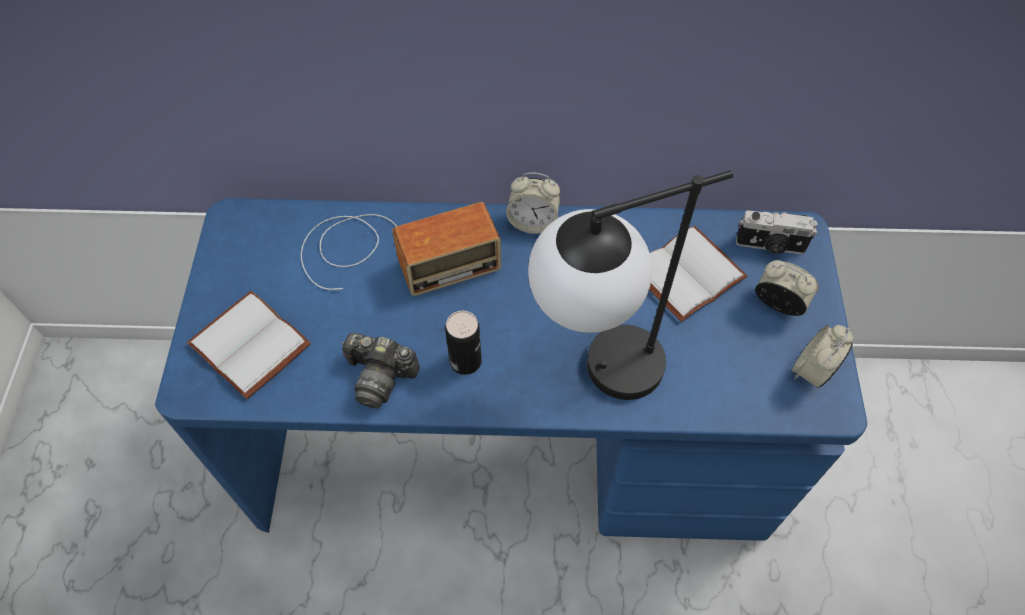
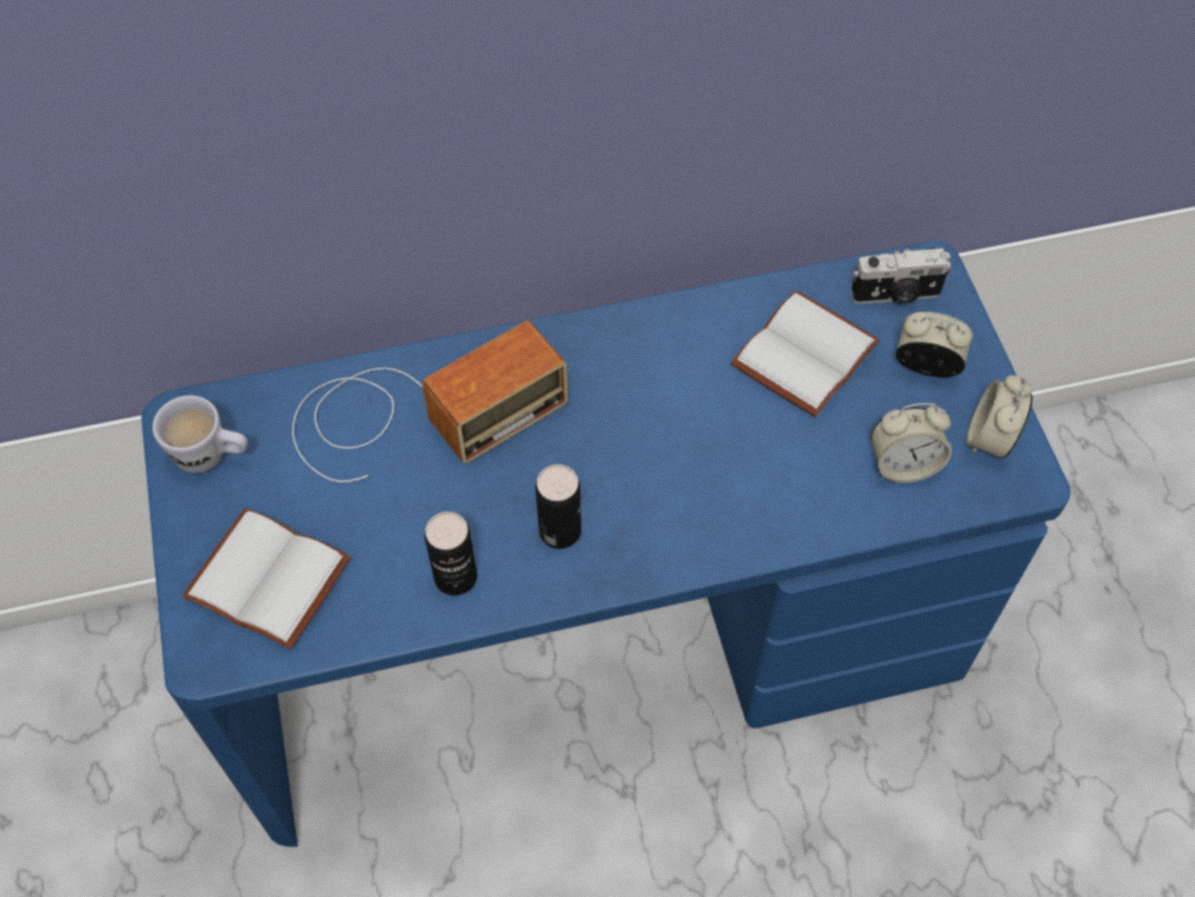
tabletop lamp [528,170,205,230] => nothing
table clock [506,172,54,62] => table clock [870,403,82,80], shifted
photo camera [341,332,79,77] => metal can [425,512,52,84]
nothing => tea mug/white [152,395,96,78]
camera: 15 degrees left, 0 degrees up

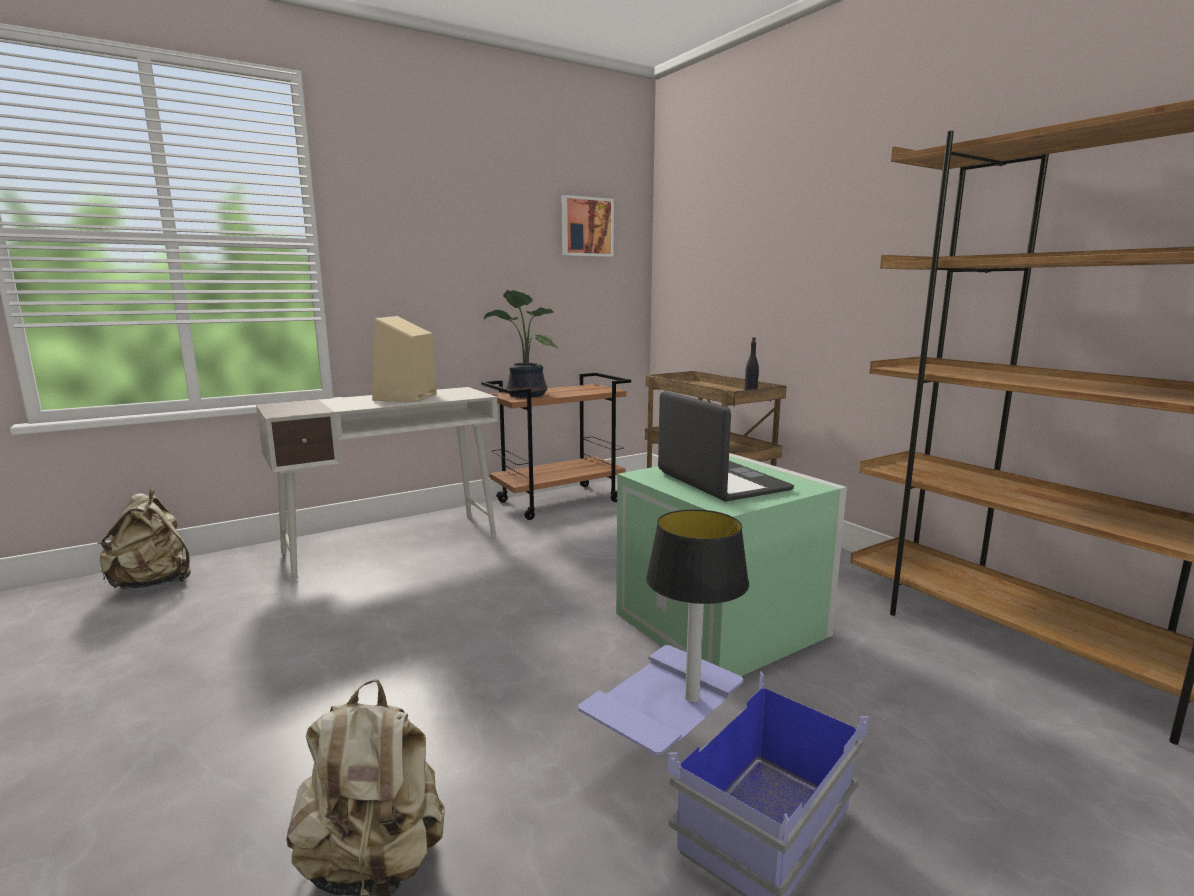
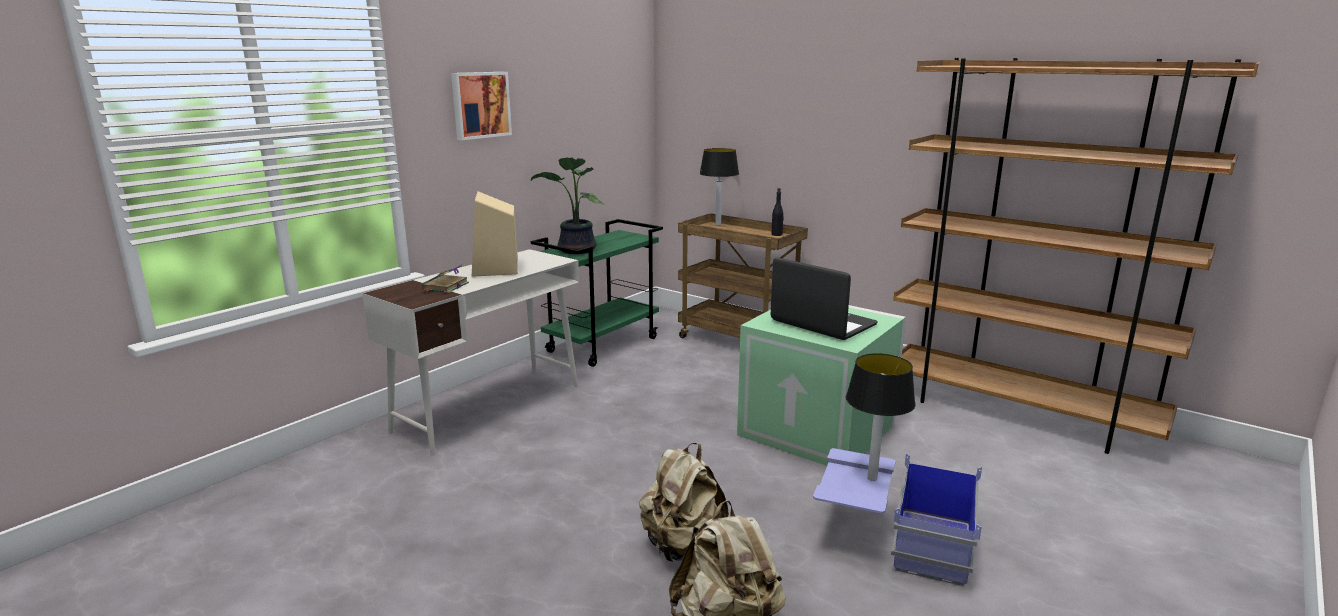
picture [562,195,52,62] => picture [451,72,61,68], shifted
wheeled cart/brown-coloured [481,373,150,147] => wheeled cart/green-coloured [531,219,132,148]
rucksack/beige-coloured [98,489,93,100] => rucksack/beige-coloured [639,443,90,119], shifted
nothing => tabletop lamp [700,148,39,78]
nothing => book [422,264,47,29]
camera: 20 degrees left, 5 degrees up

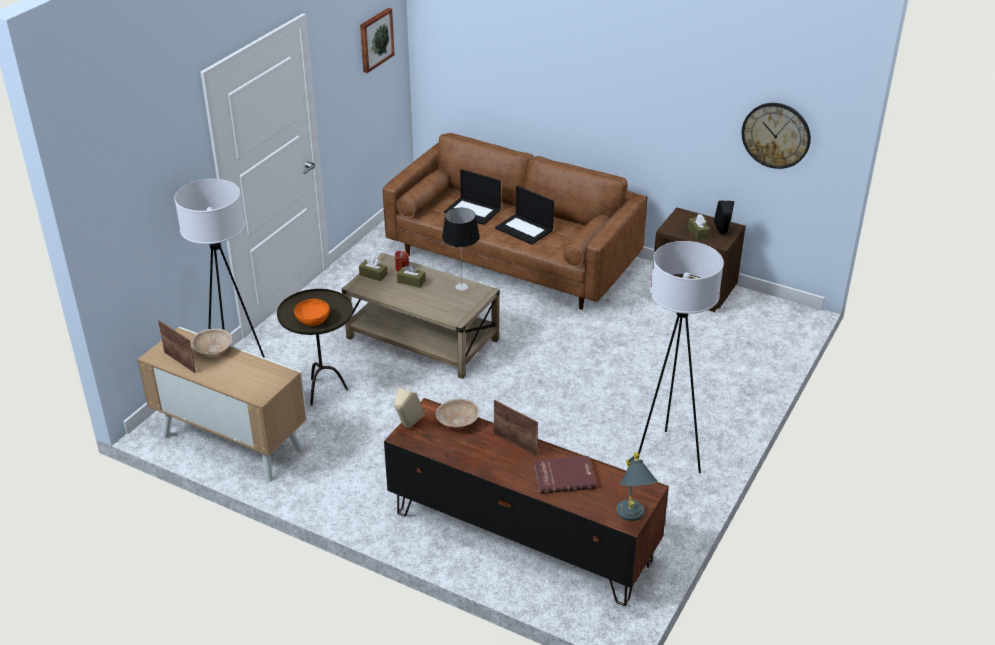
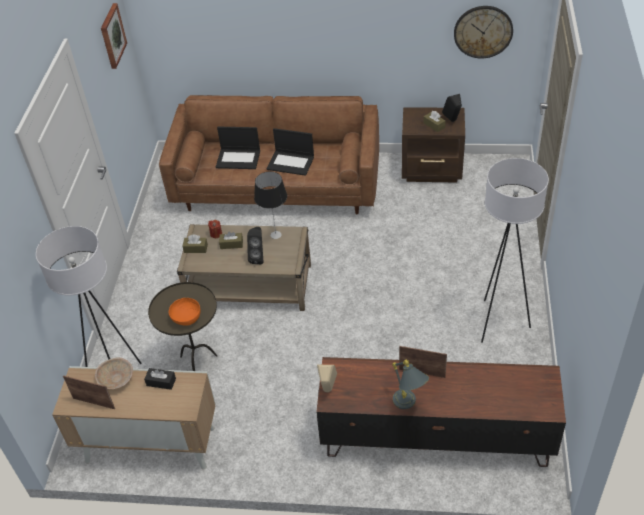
bowl/beige-coloured [436,398,43,29] => nothing
tabletop lamp/greyish [616,452,42,69] => tabletop lamp/greyish [392,360,37,49], shifted
book/red [534,456,62,38] => nothing
nothing => loudspeaker/blackish [247,227,16,37]
nothing => tissue holder/blackish [144,368,32,22]
camera: 20 degrees left, 10 degrees up

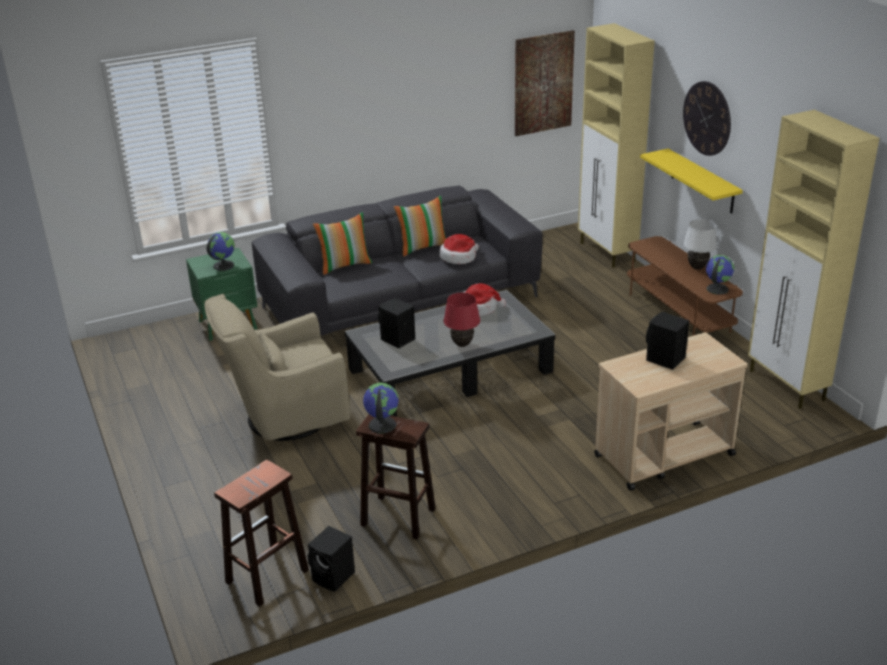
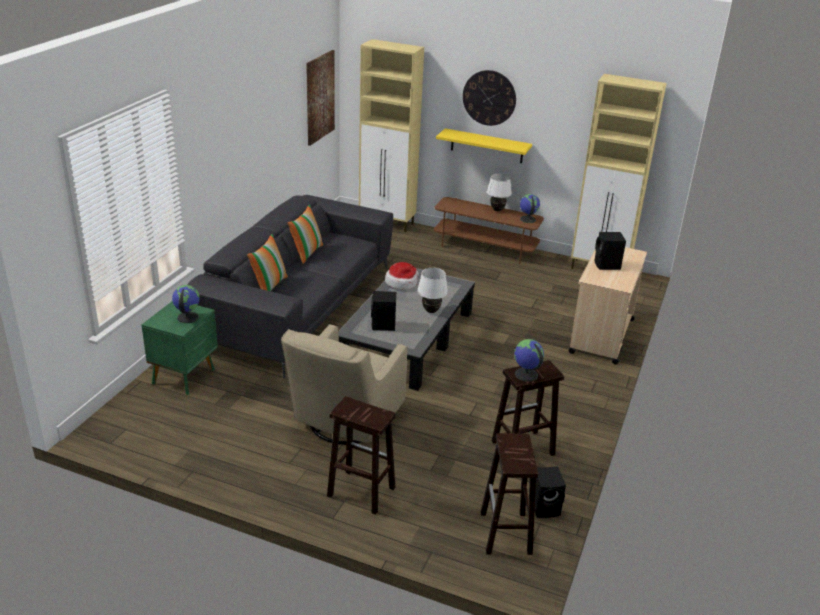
wearable hat [439,234,40,30] => nothing
tabletop lamp/red [444,293,36,54] => tabletop lamp/white [417,268,31,45]
nothing => stool seat/brown-coloured [327,396,69,119]
camera: 45 degrees left, 0 degrees up

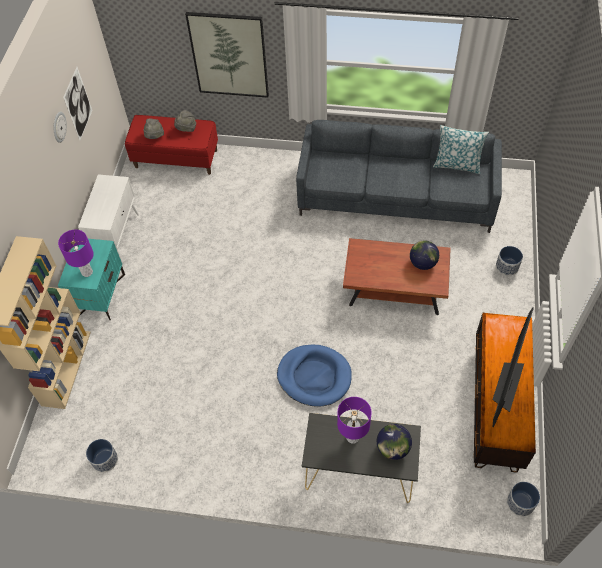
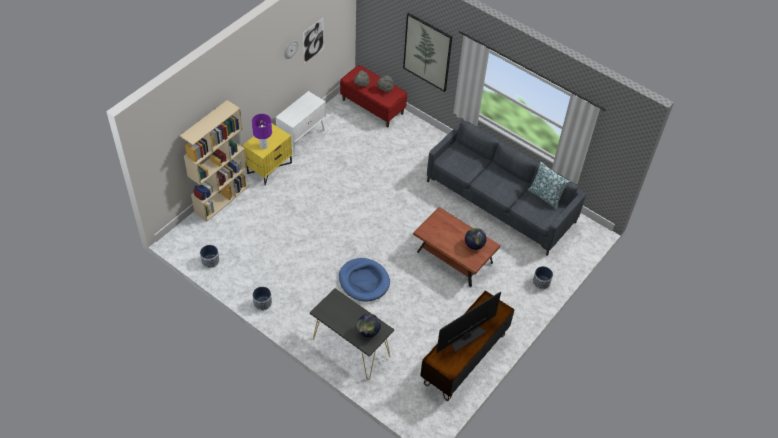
night table/turquoise [58,239,67,81] => night table/yellowish [242,123,50,62]
tabletop lamp/purplish [337,397,35,47] => nothing
flower pot [507,482,33,34] => flower pot [252,287,20,24], shifted
camera: 25 degrees right, 5 degrees down

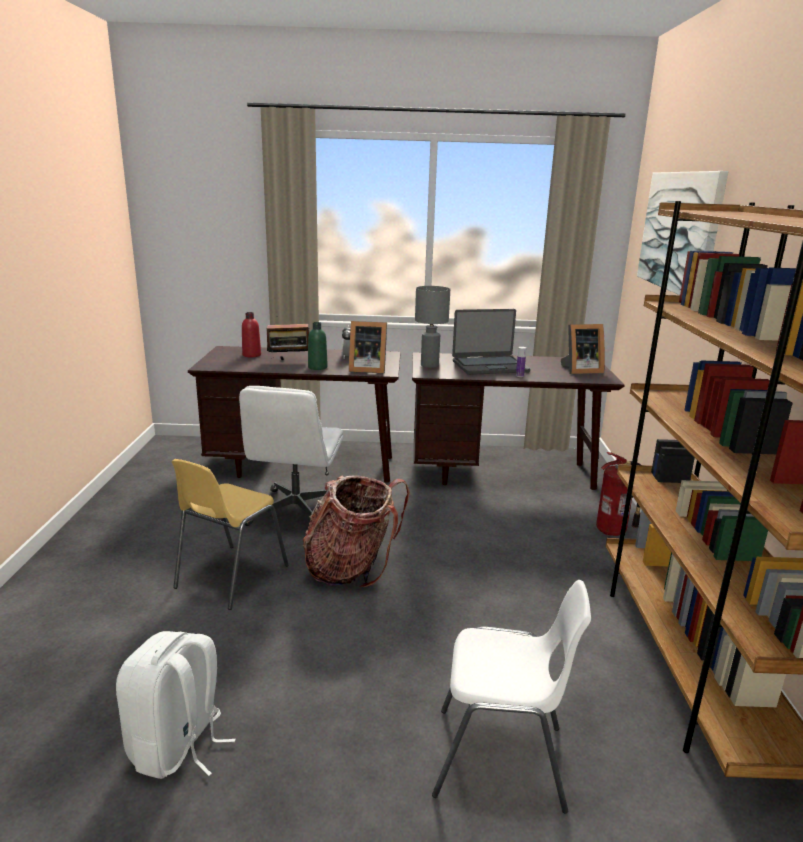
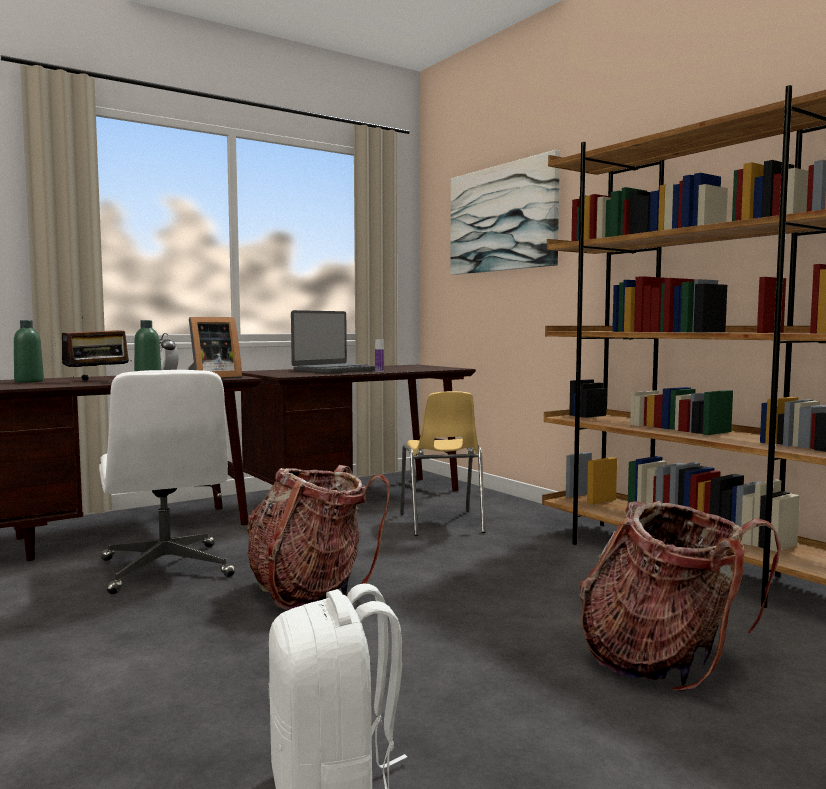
tabletop lamp/greyish [415,286,35,82] => nothing
drink bottle/red [242,312,19,45] => drink bottle/green-coloured [14,320,30,63]
picture frame [561,324,44,50] => nothing
fire extinguisher [596,452,45,84] => nothing
plain chair/yellowish [172,459,117,151] => plain chair/yellowish [400,391,86,145], shifted
plain chair/white [432,580,159,234] => rucksack [579,501,202,191]
camera: 35 degrees left, 15 degrees down

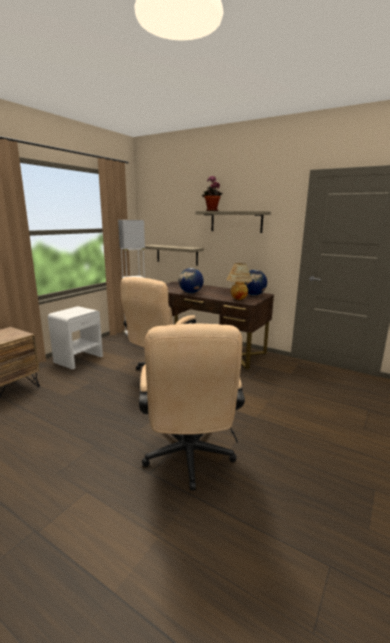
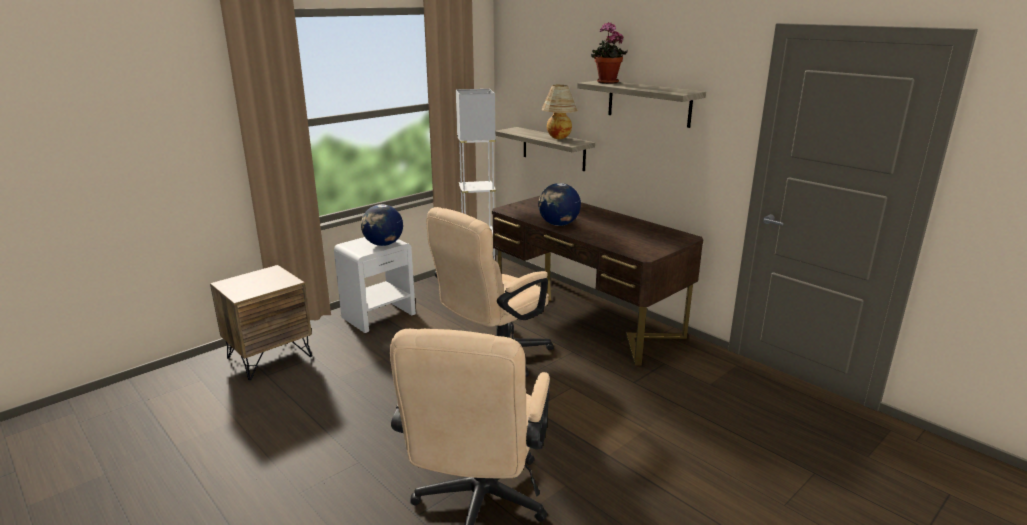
tabletop lamp [226,263,27,37] => tabletop lamp [541,85,36,54], shifted
globe [244,270,23,25] => globe [361,204,42,42], shifted
camera: 15 degrees right, 5 degrees up

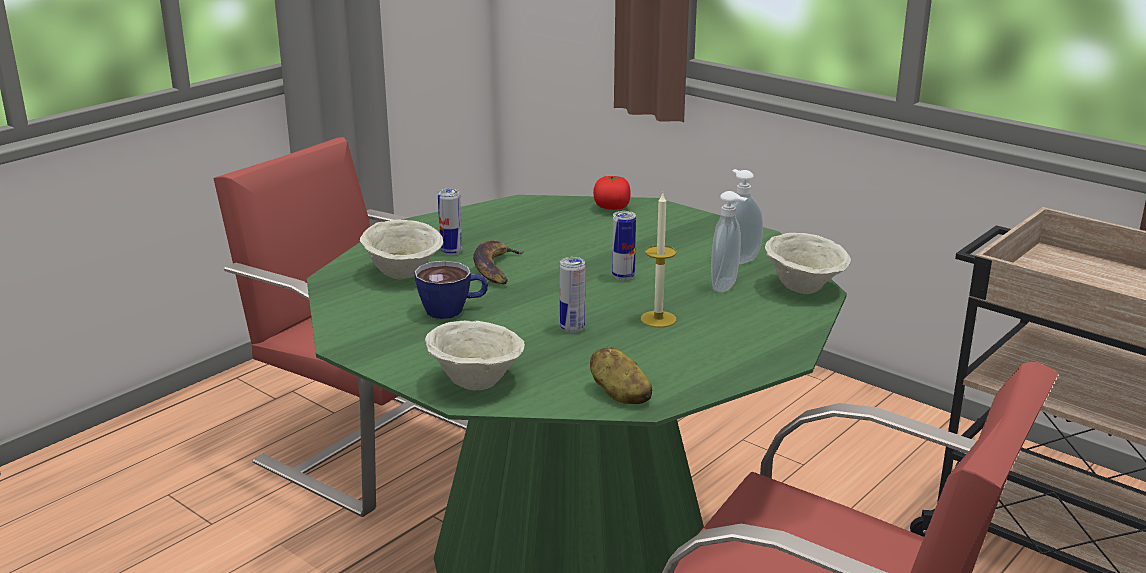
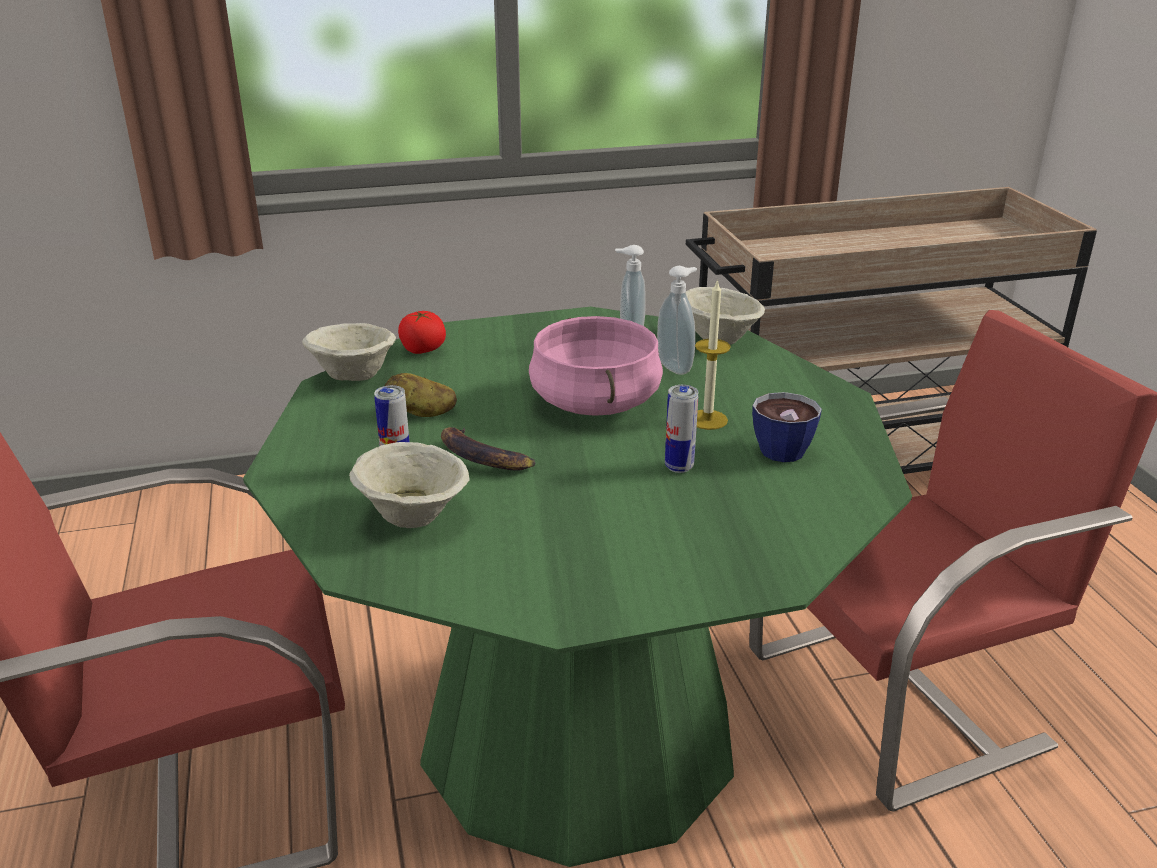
metal can [612,211,24,69] => saucepot/pink-coloured [529,316,134,100]
small cup [414,261,74,58] => small cup [752,392,70,70], shifted
bowl/beige-coloured [425,321,100,70] => bowl/beige-coloured [302,323,94,58], shifted
potato [590,347,62,57] => potato [385,373,72,44], shifted
camera: 55 degrees left, 5 degrees up

